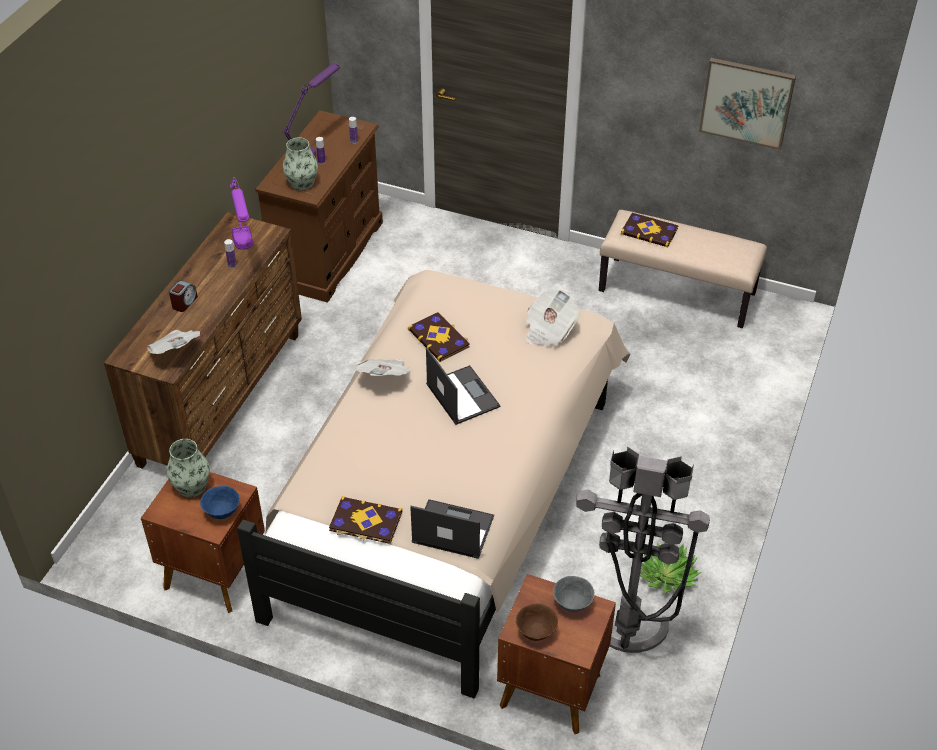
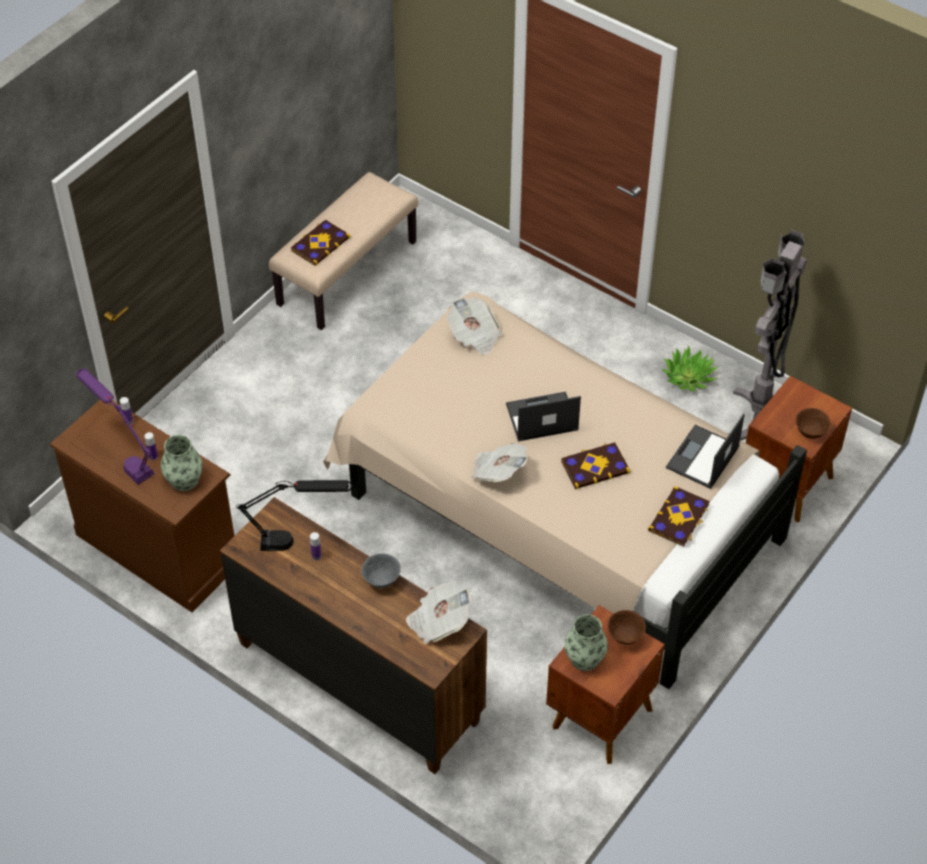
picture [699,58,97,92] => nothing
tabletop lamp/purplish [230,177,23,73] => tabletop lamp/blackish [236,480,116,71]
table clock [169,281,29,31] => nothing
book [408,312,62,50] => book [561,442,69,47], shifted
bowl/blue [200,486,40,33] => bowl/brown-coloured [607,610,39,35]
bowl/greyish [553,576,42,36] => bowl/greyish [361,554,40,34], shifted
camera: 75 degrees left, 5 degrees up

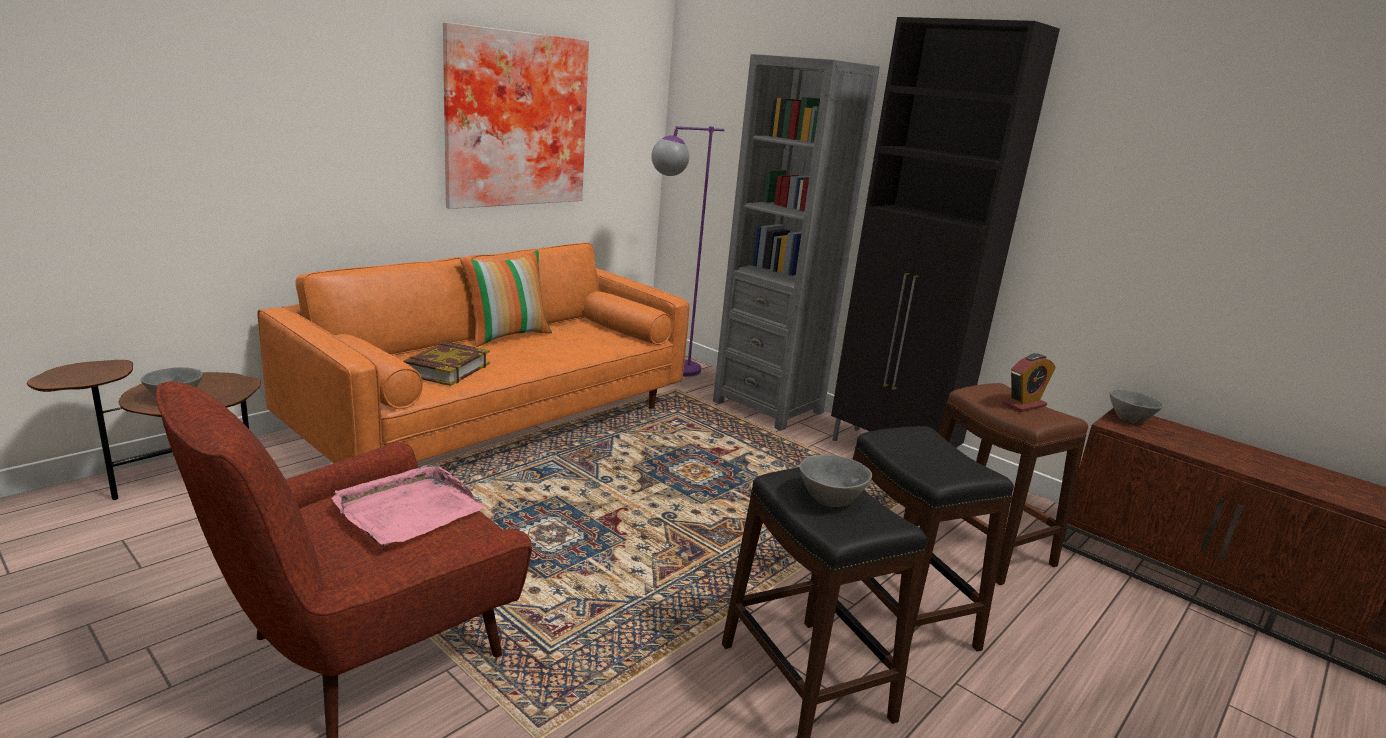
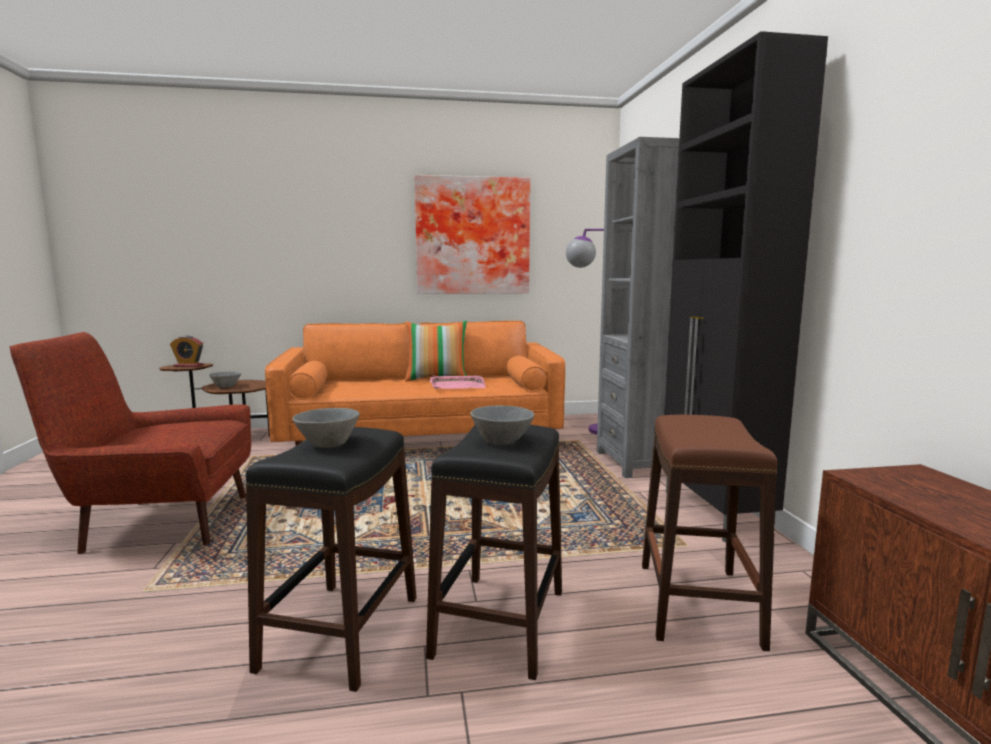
book [403,341,87,45] => nothing
table clock [1002,353,54,59] => table clock [170,335,34,32], shifted
bowl/greyish [1109,389,55,34] => bowl/greyish [470,406,64,39], shifted
carrying tray/pink-coloured [332,465,152,81] => carrying tray/pink-coloured [430,375,56,14], shifted
camera: 40 degrees right, 10 degrees down

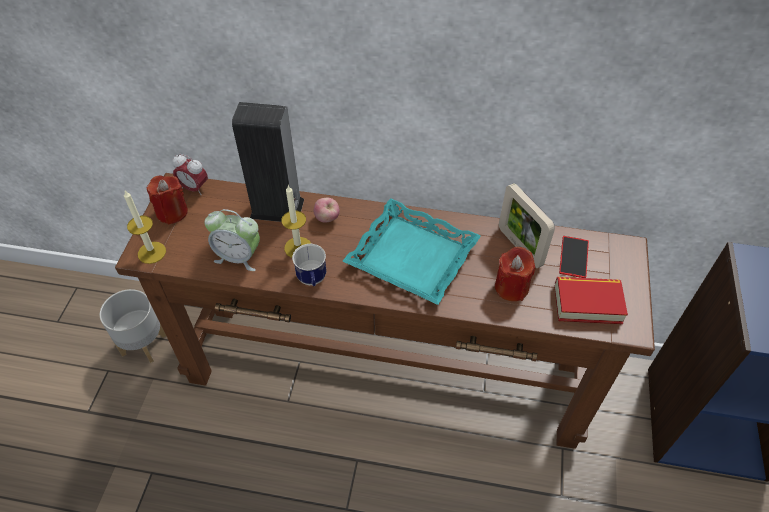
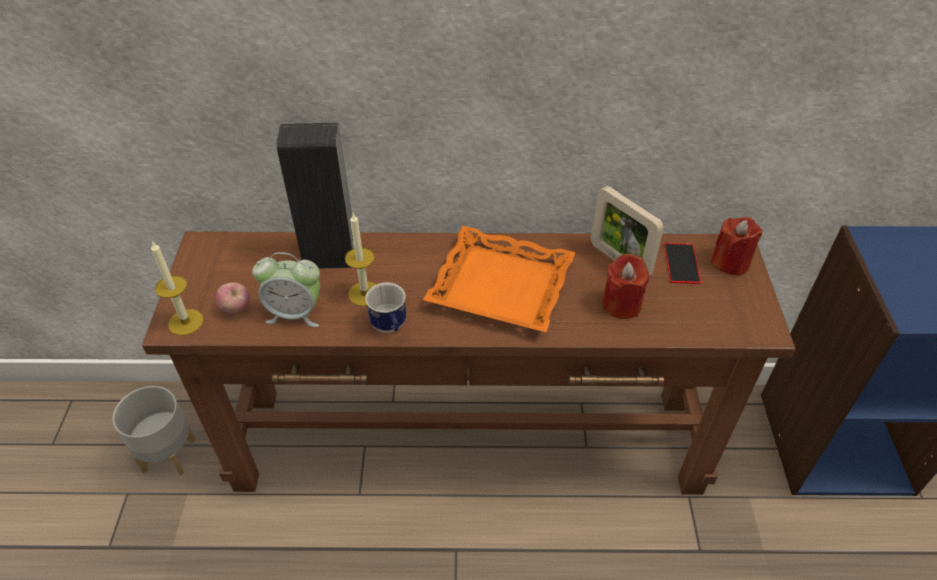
table clock [172,154,36,41] => nothing
candle/red [147,175,41,50] => candle/red [710,217,52,59], shifted
whole apple [313,198,27,25] => whole apple [216,282,34,32], shifted
carrying tray/turquoise [343,198,138,107] => carrying tray/orangey [423,225,153,107]
book [555,277,73,47] => nothing
camera: 10 degrees left, 5 degrees down

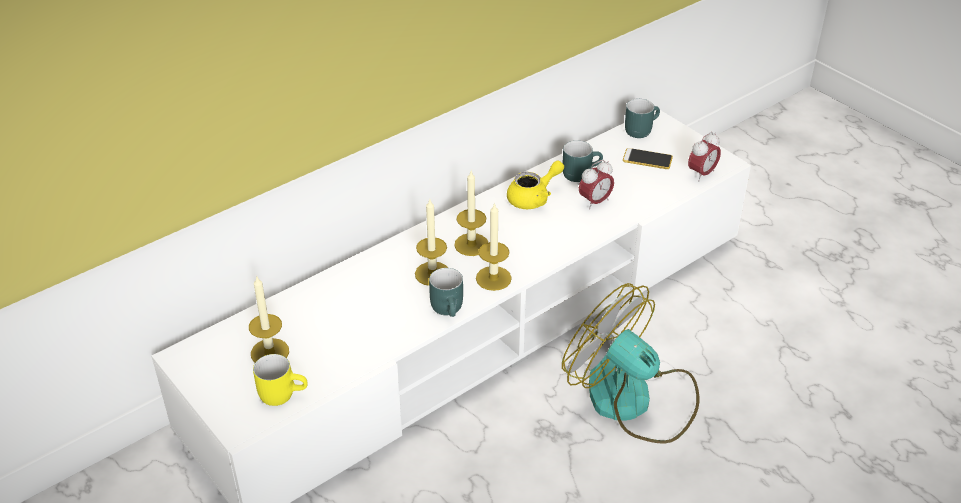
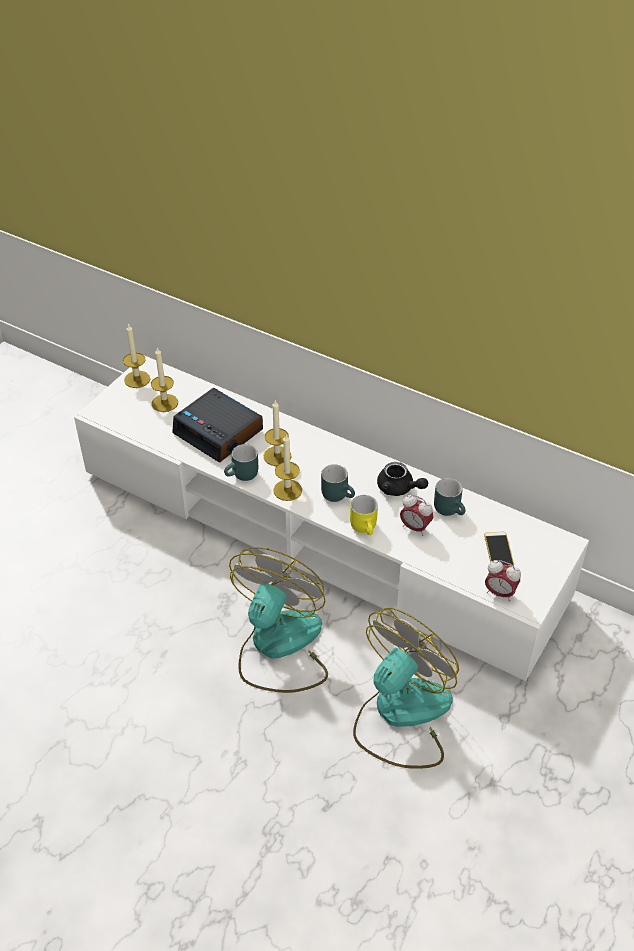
tea mug/turquoise [625,99,35,39] => tea mug/turquoise [321,464,34,38], shifted
tea pot/yellowish [507,161,57,48] => tea pot/blackish [377,462,51,34]
candle [454,171,34,85] => candle [123,323,27,65], shifted
tea mug/yellowish [253,354,55,52] => tea mug/yellowish [350,495,28,40], shifted
nothing => table clock [172,388,91,75]
nothing => electric fan [353,608,106,161]
camera: 70 degrees right, 5 degrees up

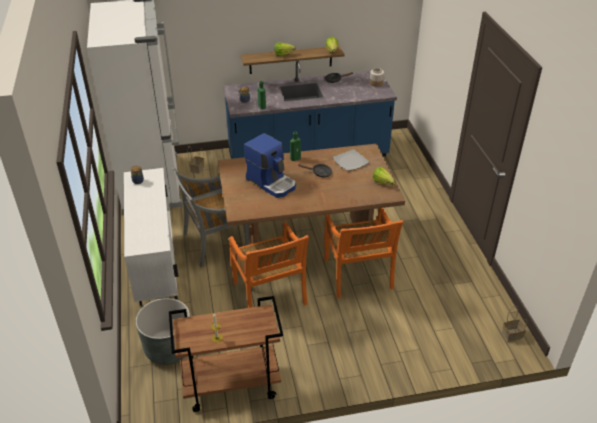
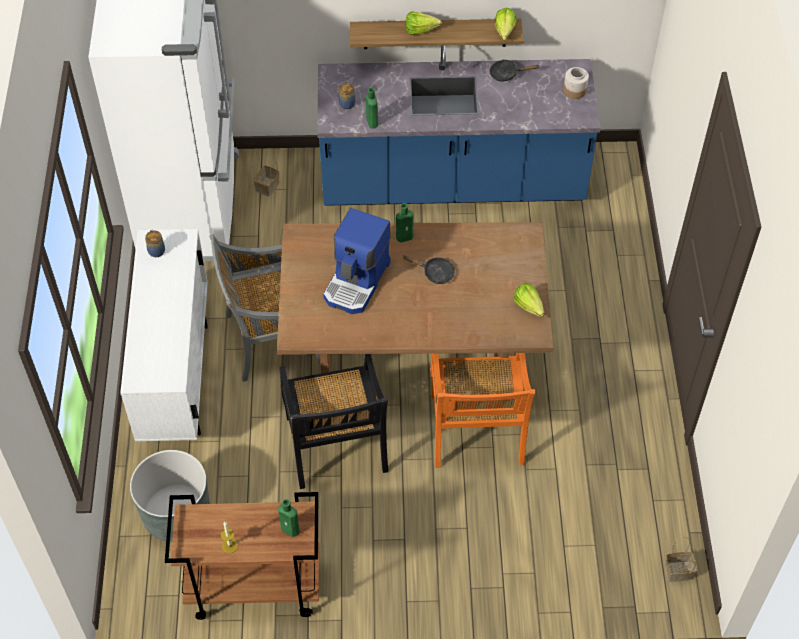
coffee maker [244,133,52,65] => coffee maker [323,208,68,106], 60 degrees clockwise
dinner plate [333,149,36,22] => nothing
plain chair/orangey [229,222,80,86] => plain chair/blackish [279,354,109,135]
nothing => drink bottle/green-coloured [278,499,21,38]
camera: 10 degrees right, 15 degrees up

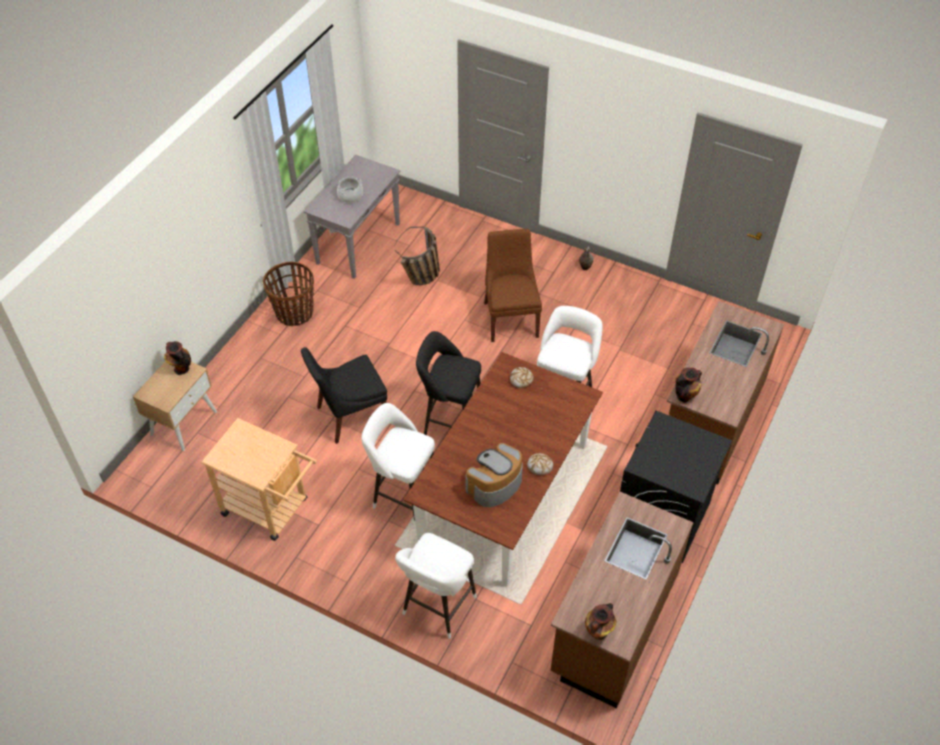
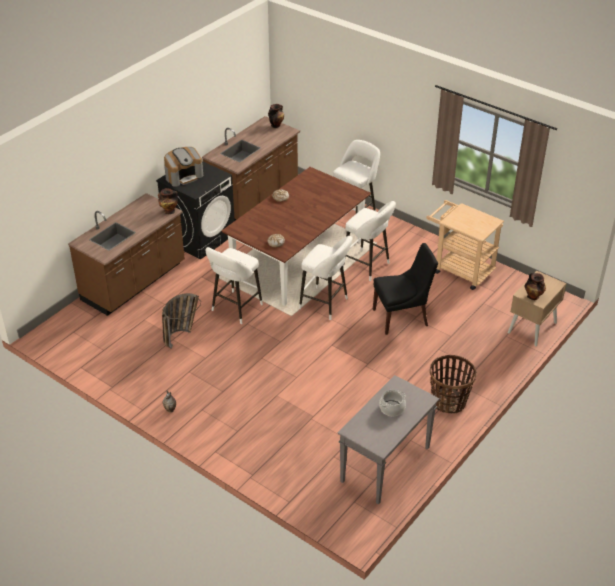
household basket [394,226,46,59] => household basket [162,293,39,55], shifted
plain chair/brown-coloured [484,229,58,113] => nothing
stool seat/blackish [416,331,65,104] => stool seat/white [299,236,53,84]
coffee maker [466,443,57,64] => coffee maker [164,147,39,40], shifted
camera: 170 degrees left, 10 degrees down

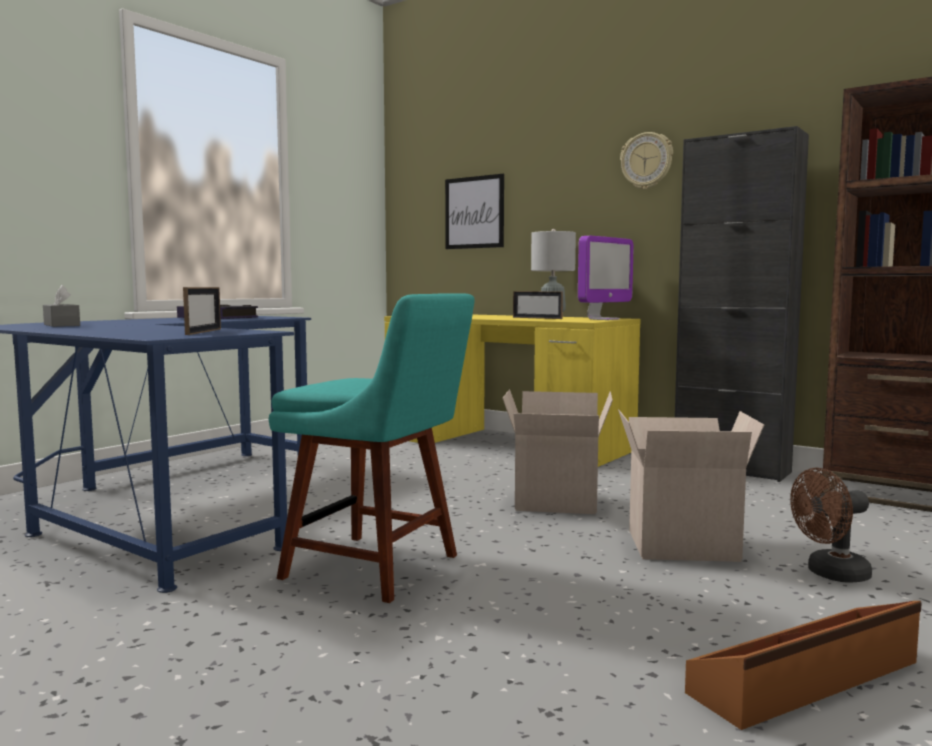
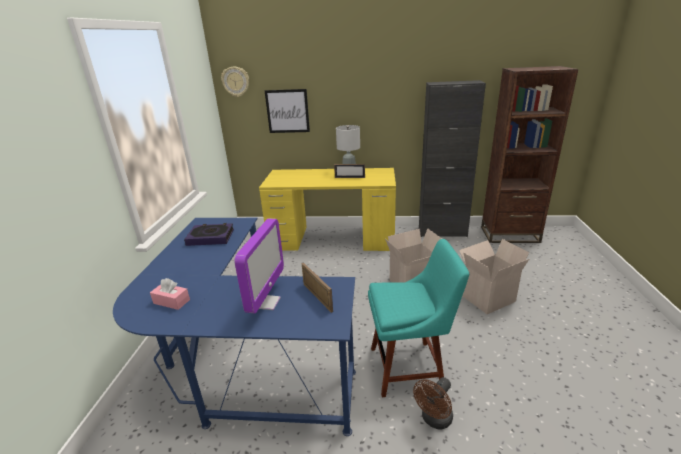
hanging clock [620,132,53,58] => hanging clock [221,66,28,31], shifted
computer display [578,236,56,84] => computer display [234,218,50,95], shifted
tissue holder/greyish [43,285,37,42] => tissue holder/pink-coloured [150,278,40,32]
electric fan/brown-coloured [790,468,82,115] => electric fan/brown-coloured [413,377,40,52], shifted
storage container/brown-coloured [685,601,237,129] => nothing
camera: 30 degrees left, 20 degrees up

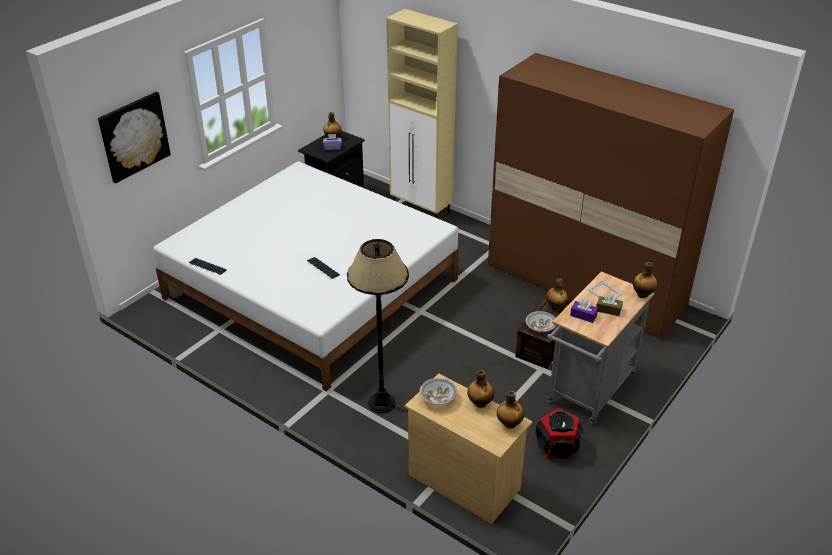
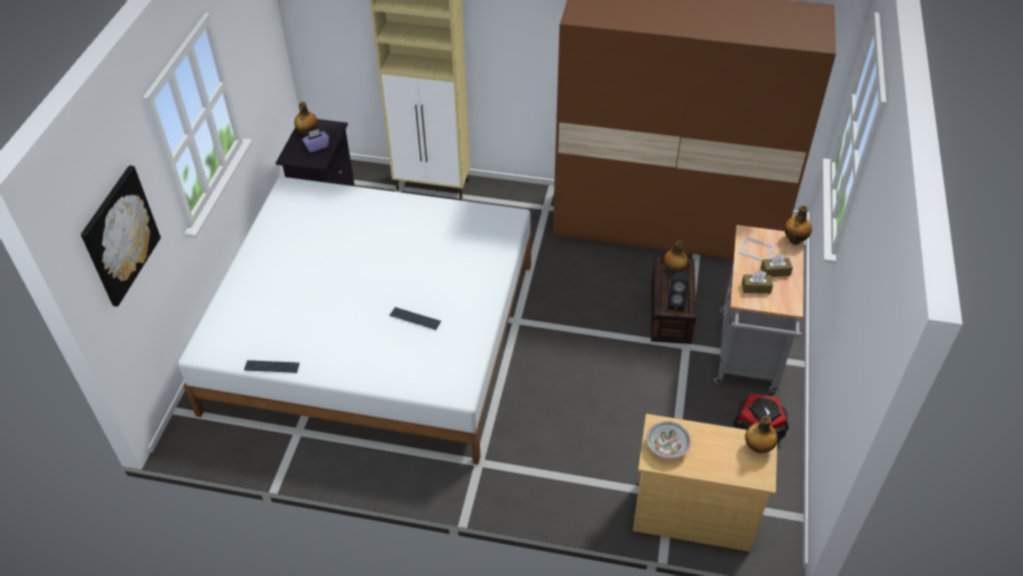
standing lamp/blackish [347,239,62,175] => nothing
tissue holder/purplish [570,299,28,24] => tissue holder/brown-coloured [742,271,31,23]
bowl [526,311,31,22] => loudspeaker/blackish [667,270,22,41]
drink bottle [467,370,27,38] => nothing
camera: 25 degrees left, 10 degrees up

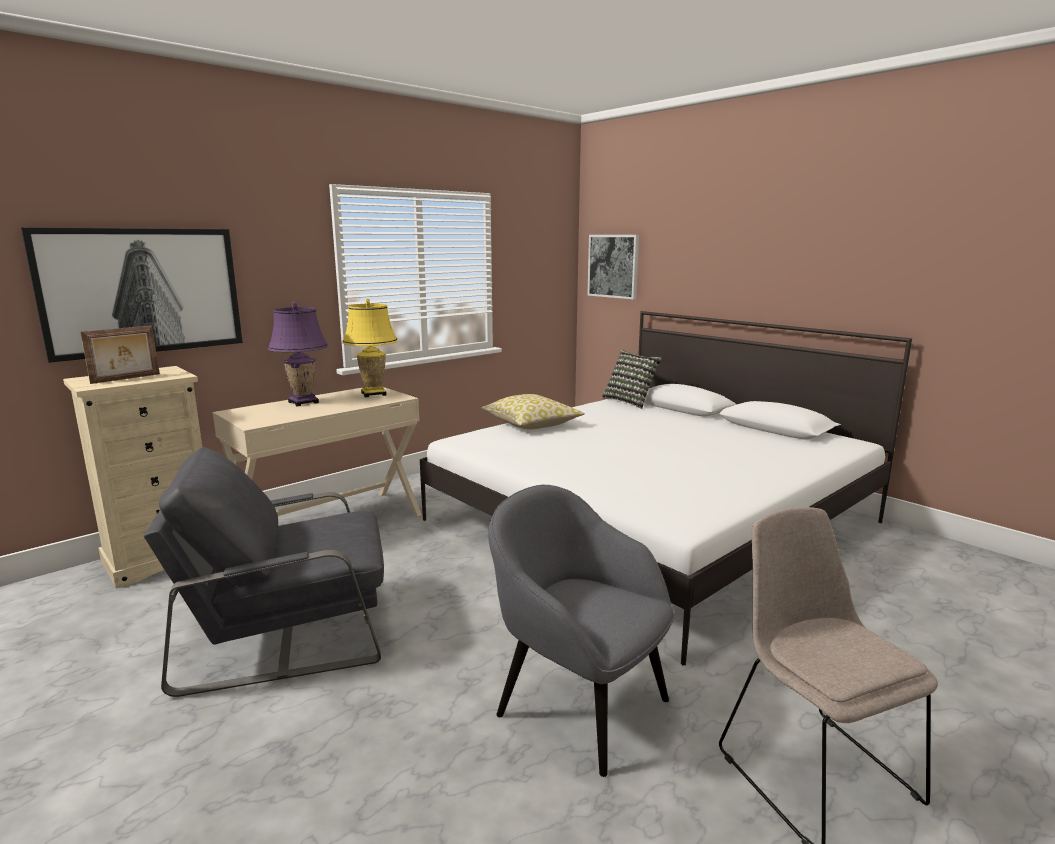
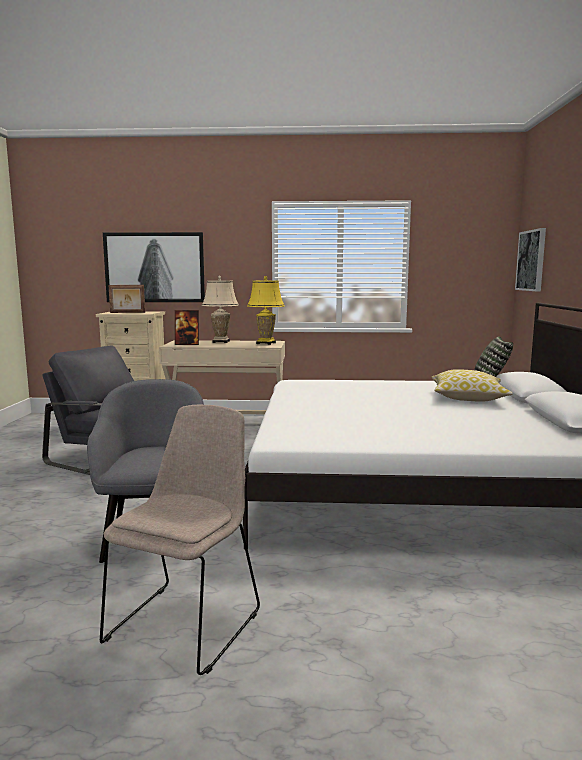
tabletop lamp/purplish [268,302,60,104] => tabletop lamp/beige-coloured [202,276,37,67]
pillow [481,394,104,36] => pillow [432,369,81,33], shifted
nothing => picture frame [175,310,24,35]
camera: 45 degrees right, 5 degrees down

